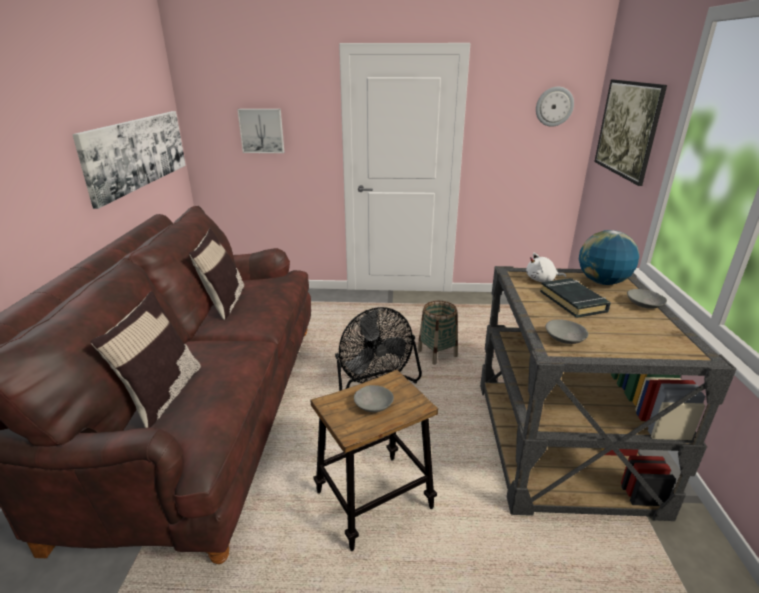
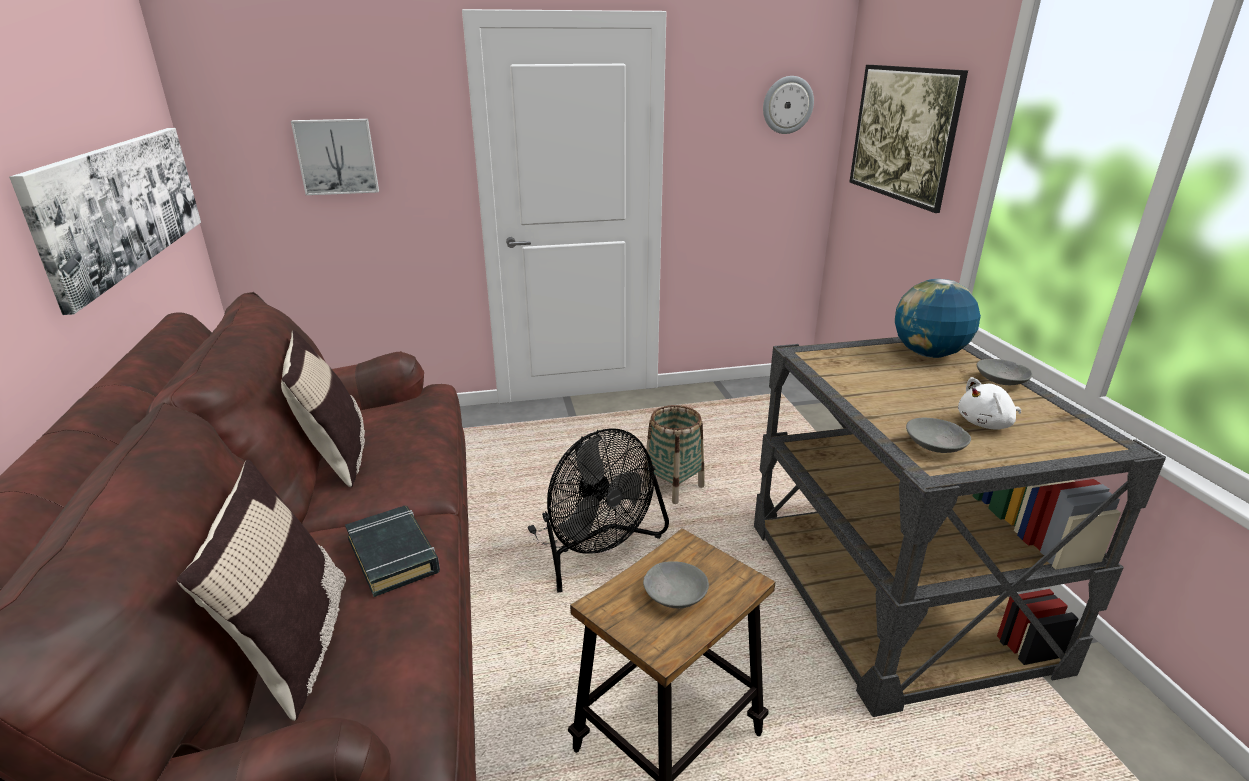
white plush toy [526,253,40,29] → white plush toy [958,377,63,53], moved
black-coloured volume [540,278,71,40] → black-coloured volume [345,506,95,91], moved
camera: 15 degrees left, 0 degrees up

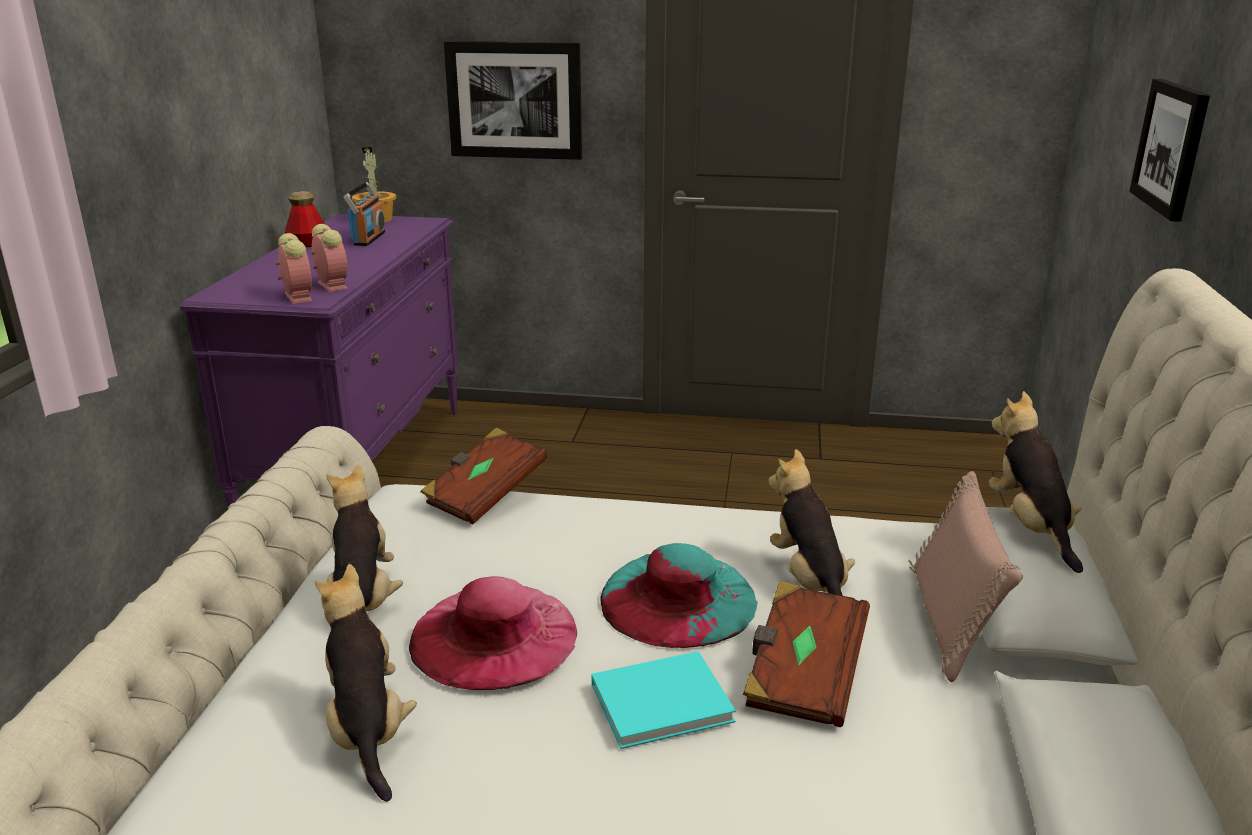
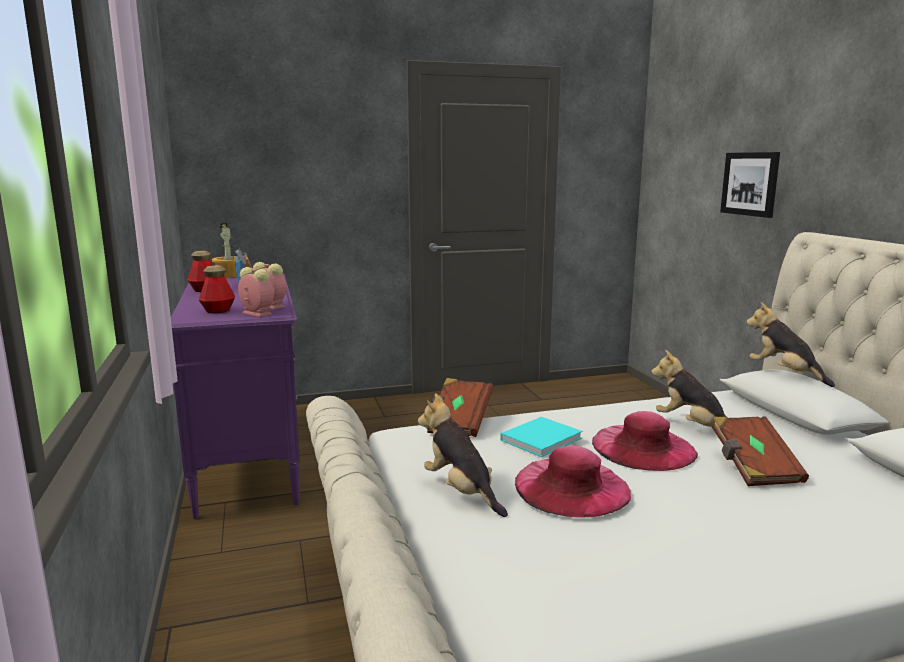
plush toy [315,564,102,238] → -
wall picture [444,41,138,119] → -
turquoise-coloured volume [592,651,144,98] → turquoise-coloured volume [500,417,82,40], moved
turquoise-coloured hat [601,543,157,105] → pink-coloured hat [592,411,106,60]
beige-coloured pillow [909,471,114,211] → -
- → bottle [199,265,36,48]
camera: 25 degrees left, 10 degrees down

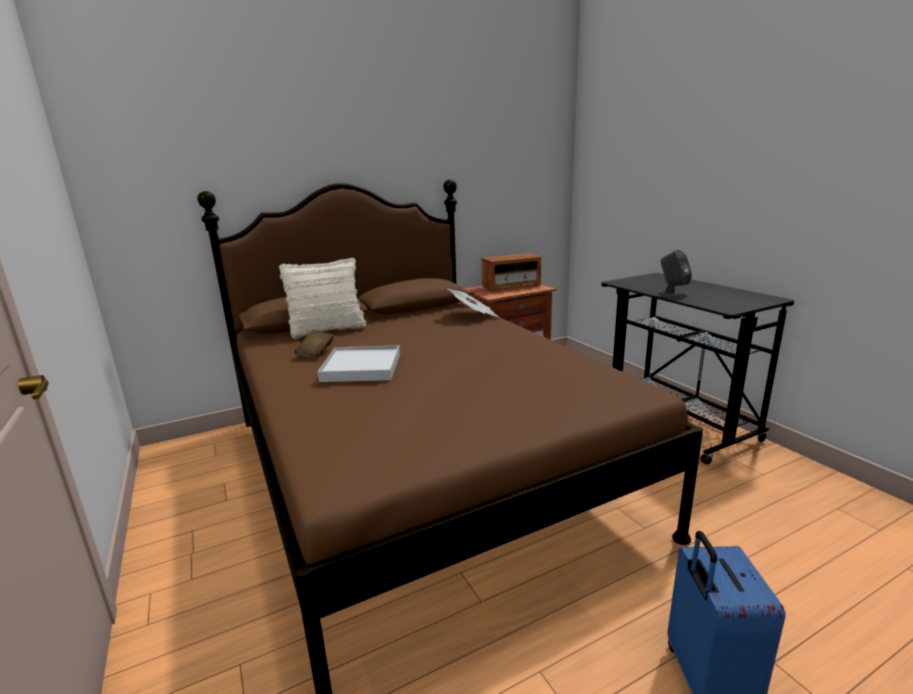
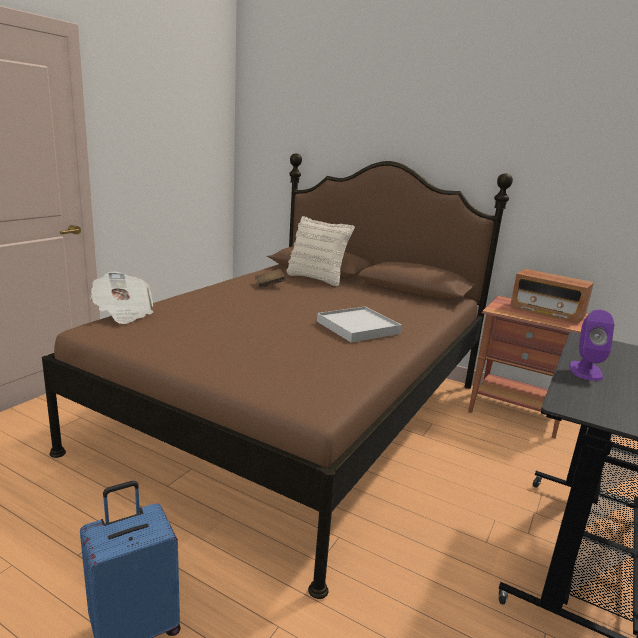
white carrying tray [318,346,82,36] → white carrying tray [317,306,85,36], moved
newspaper [447,289,52,28] → newspaper [90,271,63,53], moved
gray loudspeaker [658,250,34,48] → purple loudspeaker [569,310,45,71]
camera: 55 degrees right, 0 degrees up

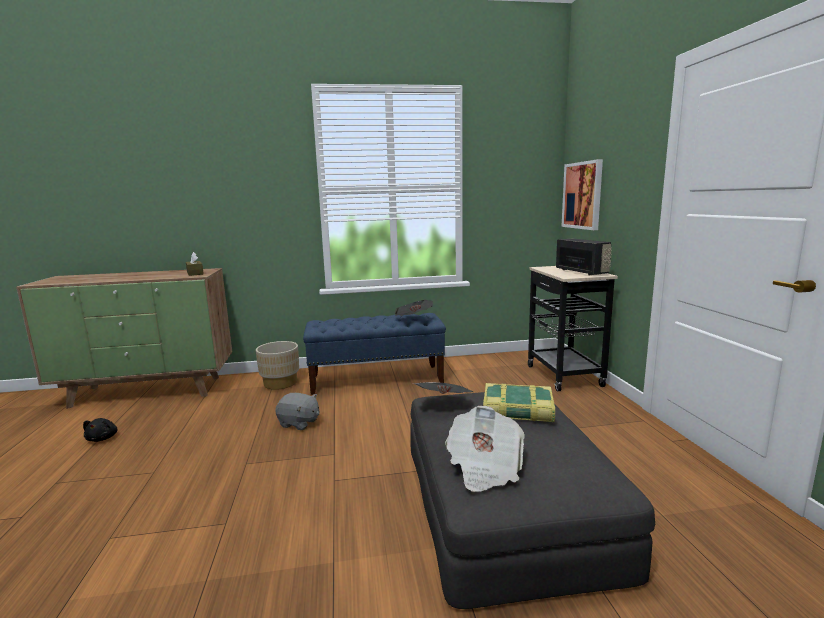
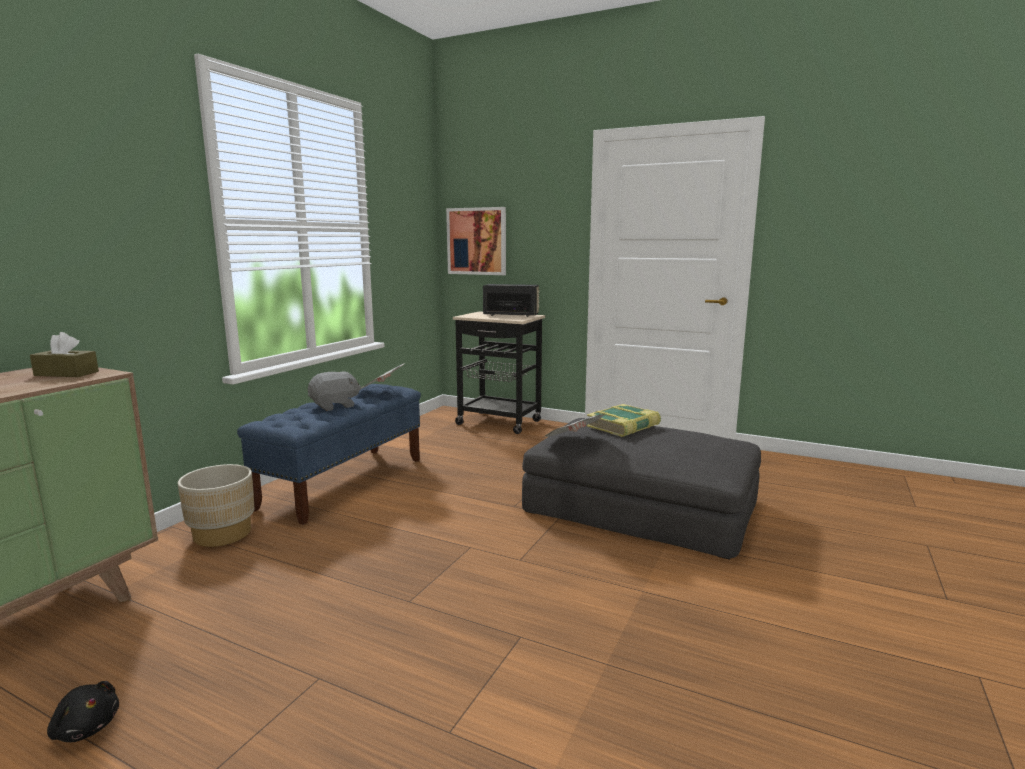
gray plush toy [275,393,44,37] → gray plush toy [308,371,53,40], moved
newspaper [445,406,80,86] → -
camera: 55 degrees left, 0 degrees up

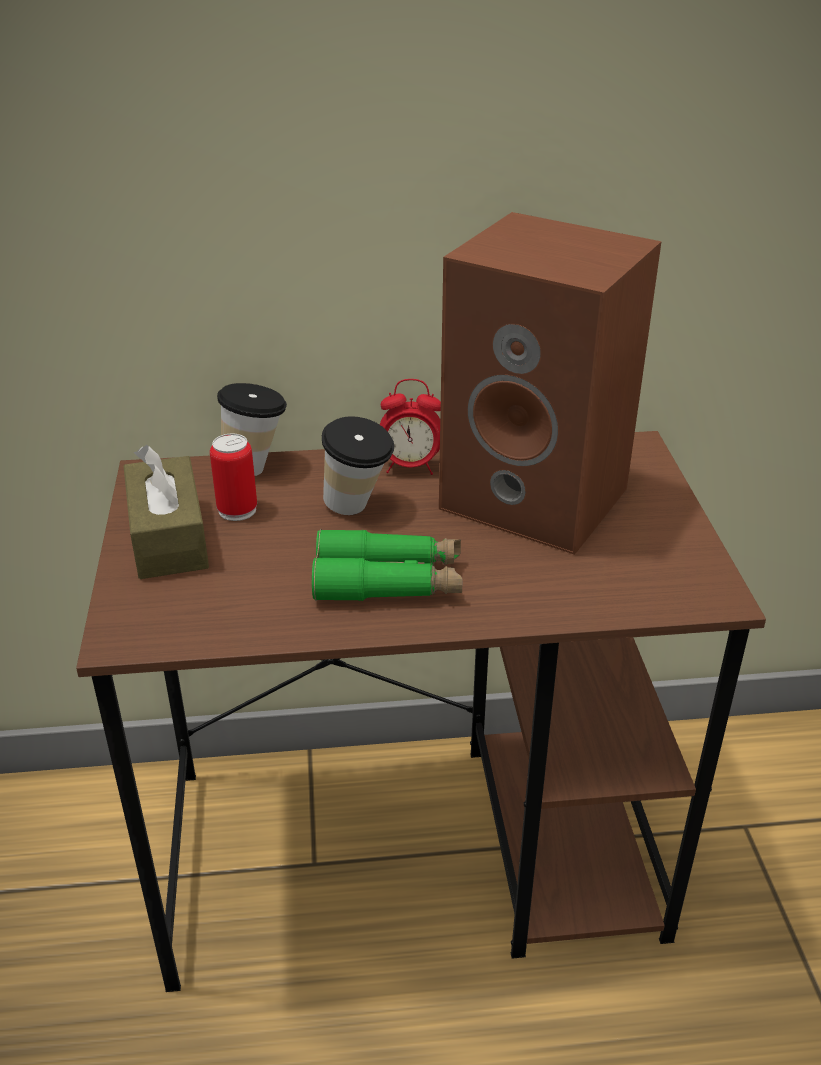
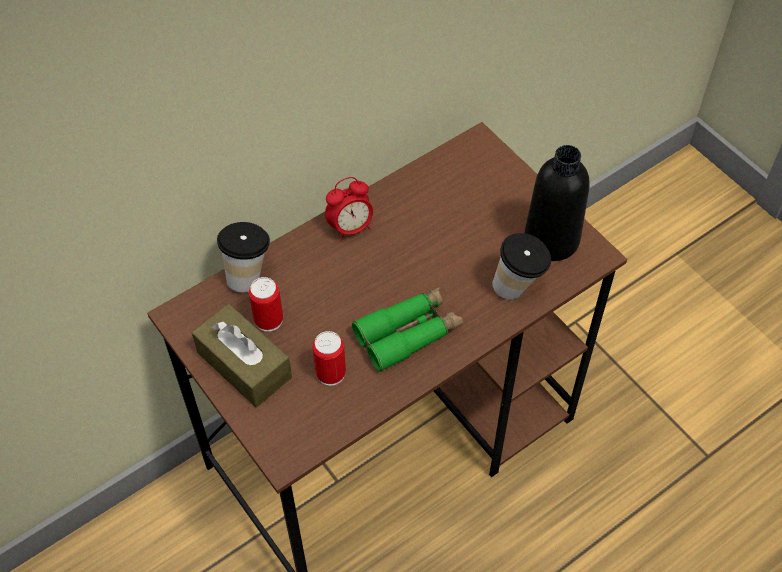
cup [322,416,72,99] → cup [492,233,59,67], moved
brown loudspeaker [439,212,223,343] → -
- → can [312,331,34,55]
- → black-coloured bottle [524,145,66,116]
camera: 30 degrees left, 20 degrees up

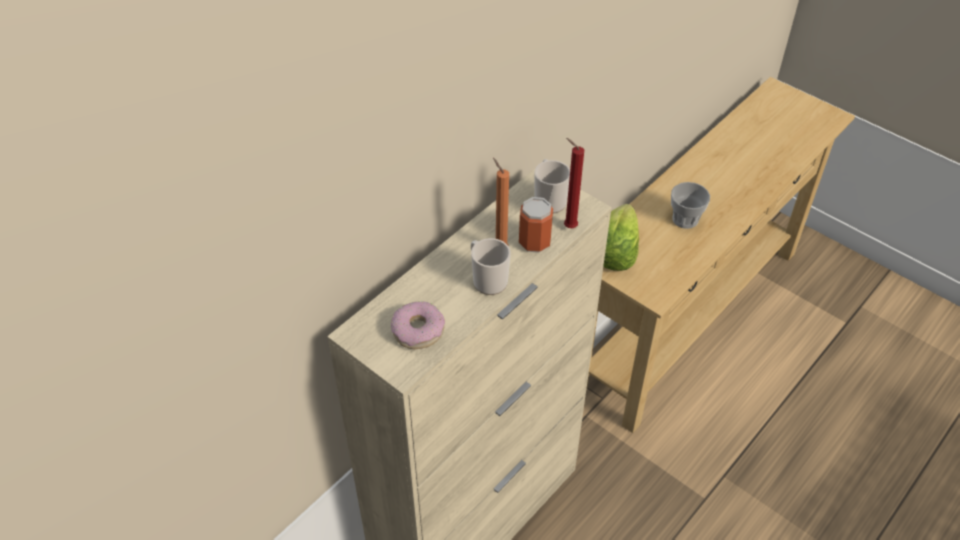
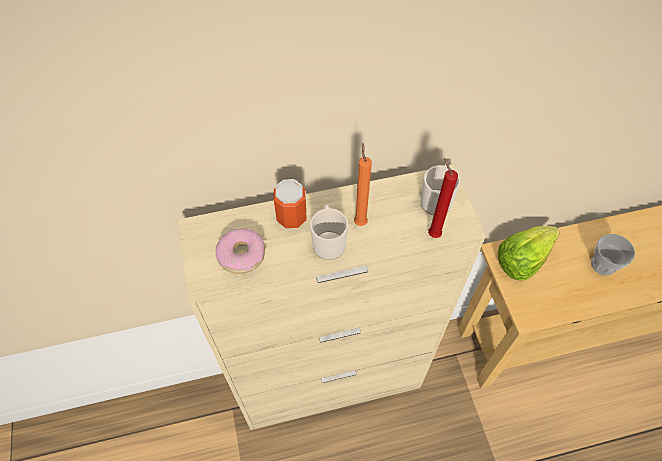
can [519,197,34,56] → can [274,179,32,49], moved
camera: 35 degrees right, 10 degrees up

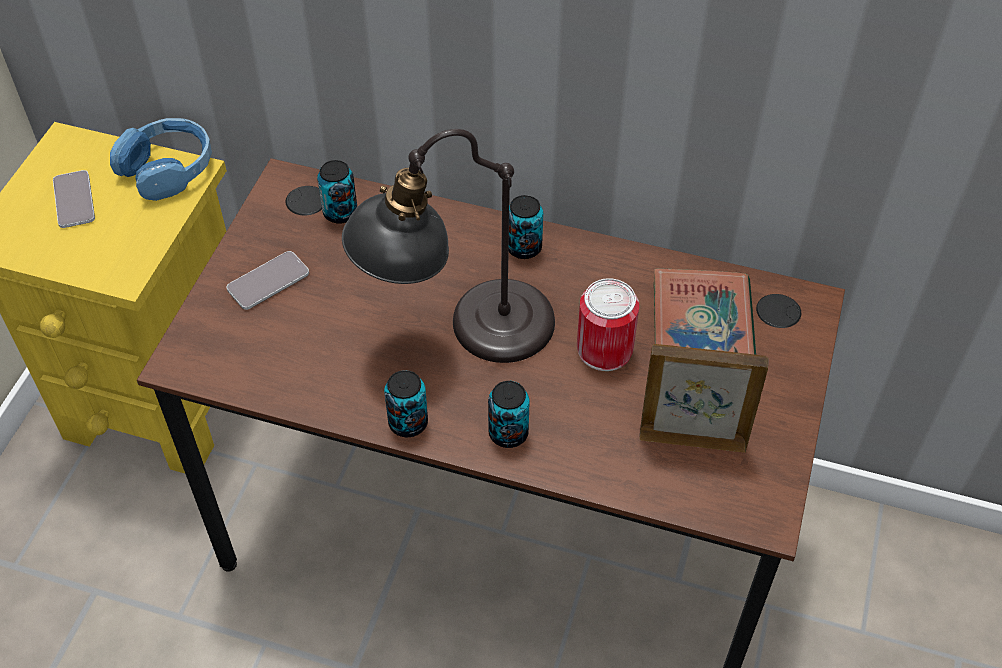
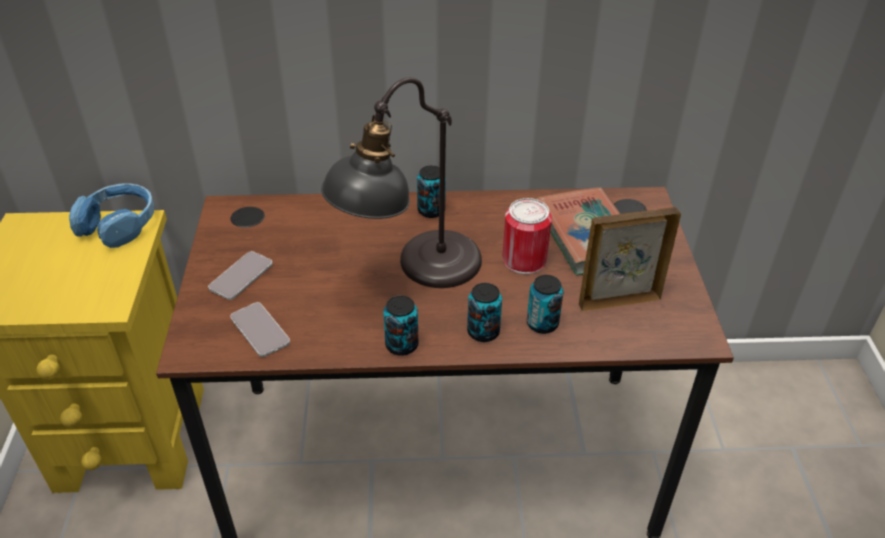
telephone [53,170,42,58] → telephone [230,302,60,55], moved
can [317,160,40,64] → can [527,275,36,59], moved
camera: 20 degrees left, 10 degrees down

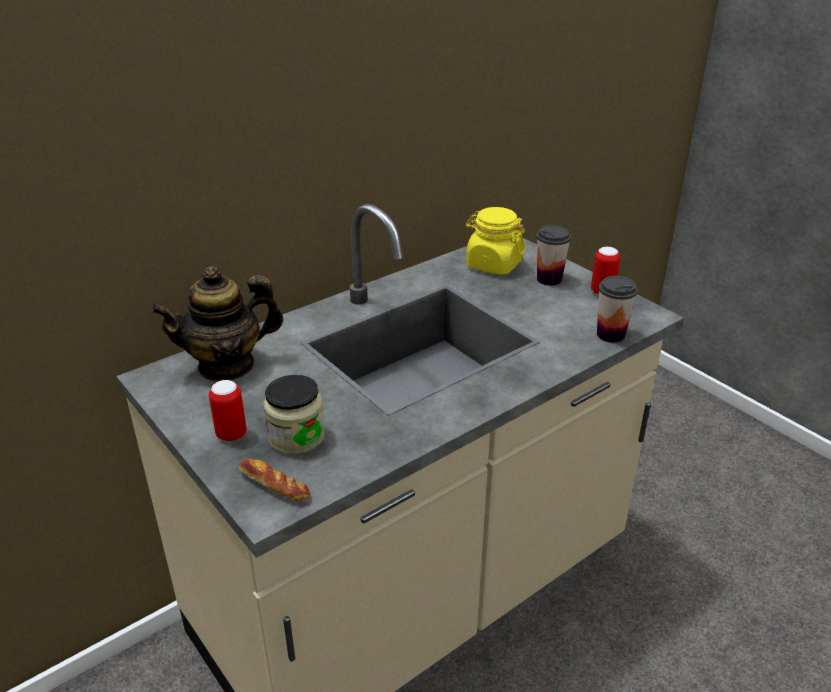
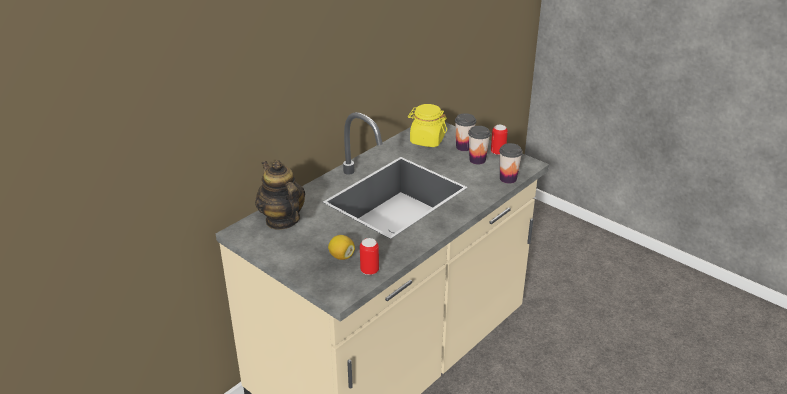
pot for tea [151,266,132,115] → pot for tea [255,160,50,70], 90 degrees clockwise
can [209,380,38,61] → can [360,238,19,37], moved
bakery bread [239,459,71,43] → -
storage jar [264,375,61,80] → citrus fruit [328,235,27,25]
- → cup [468,126,23,39]
camera: 10 degrees left, 0 degrees up

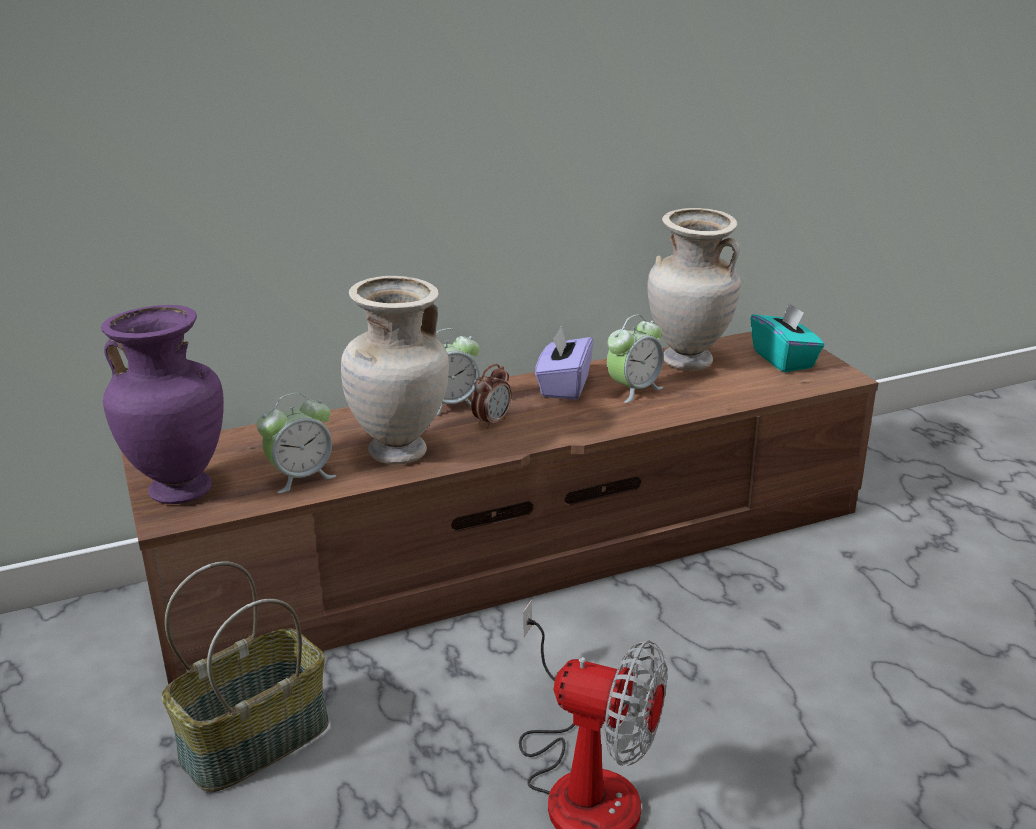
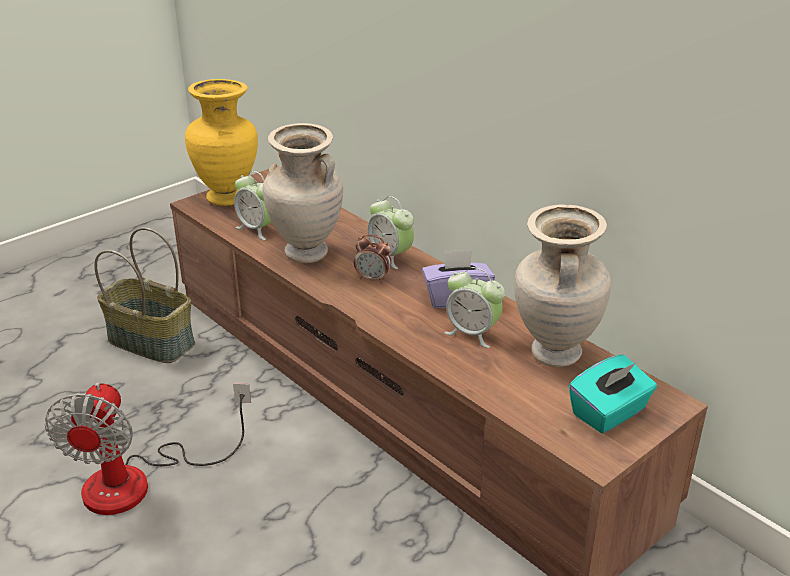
purple flower vase [101,305,123,199] → yellow-coloured flower vase [185,79,73,127]
camera: 70 degrees right, 5 degrees up

